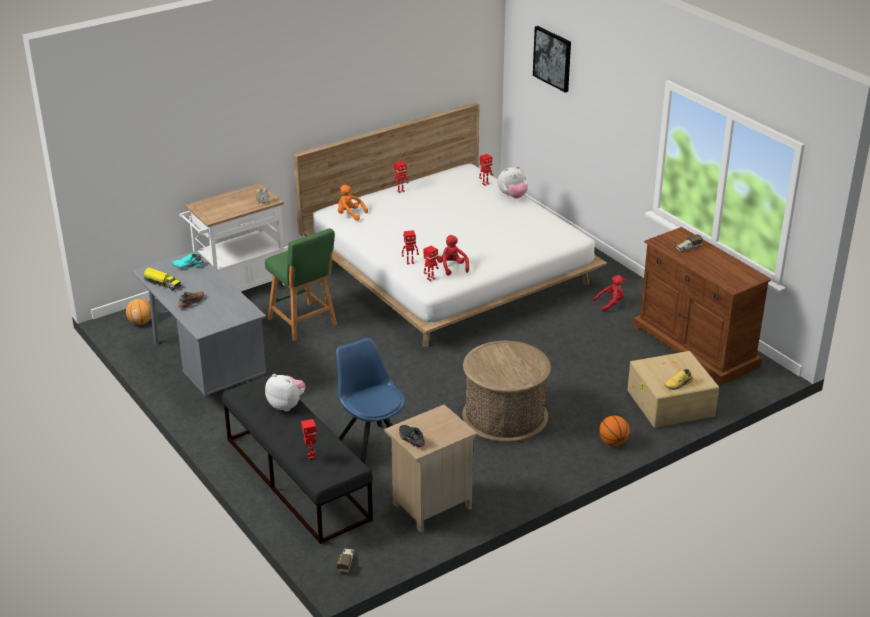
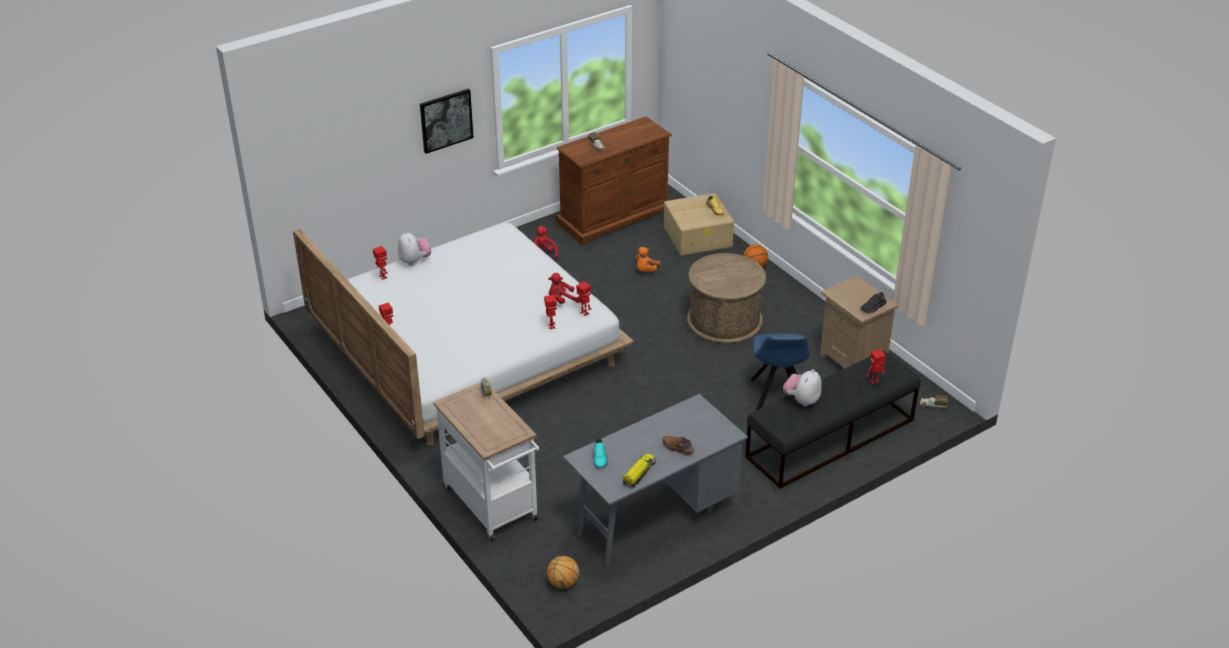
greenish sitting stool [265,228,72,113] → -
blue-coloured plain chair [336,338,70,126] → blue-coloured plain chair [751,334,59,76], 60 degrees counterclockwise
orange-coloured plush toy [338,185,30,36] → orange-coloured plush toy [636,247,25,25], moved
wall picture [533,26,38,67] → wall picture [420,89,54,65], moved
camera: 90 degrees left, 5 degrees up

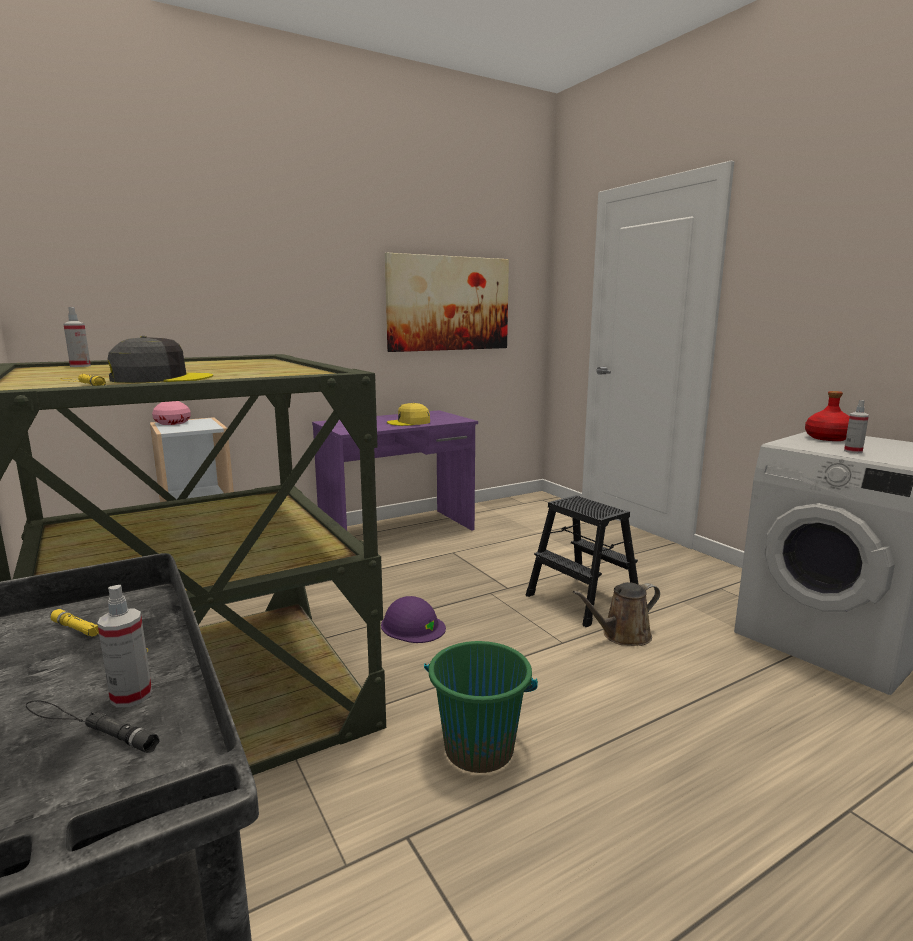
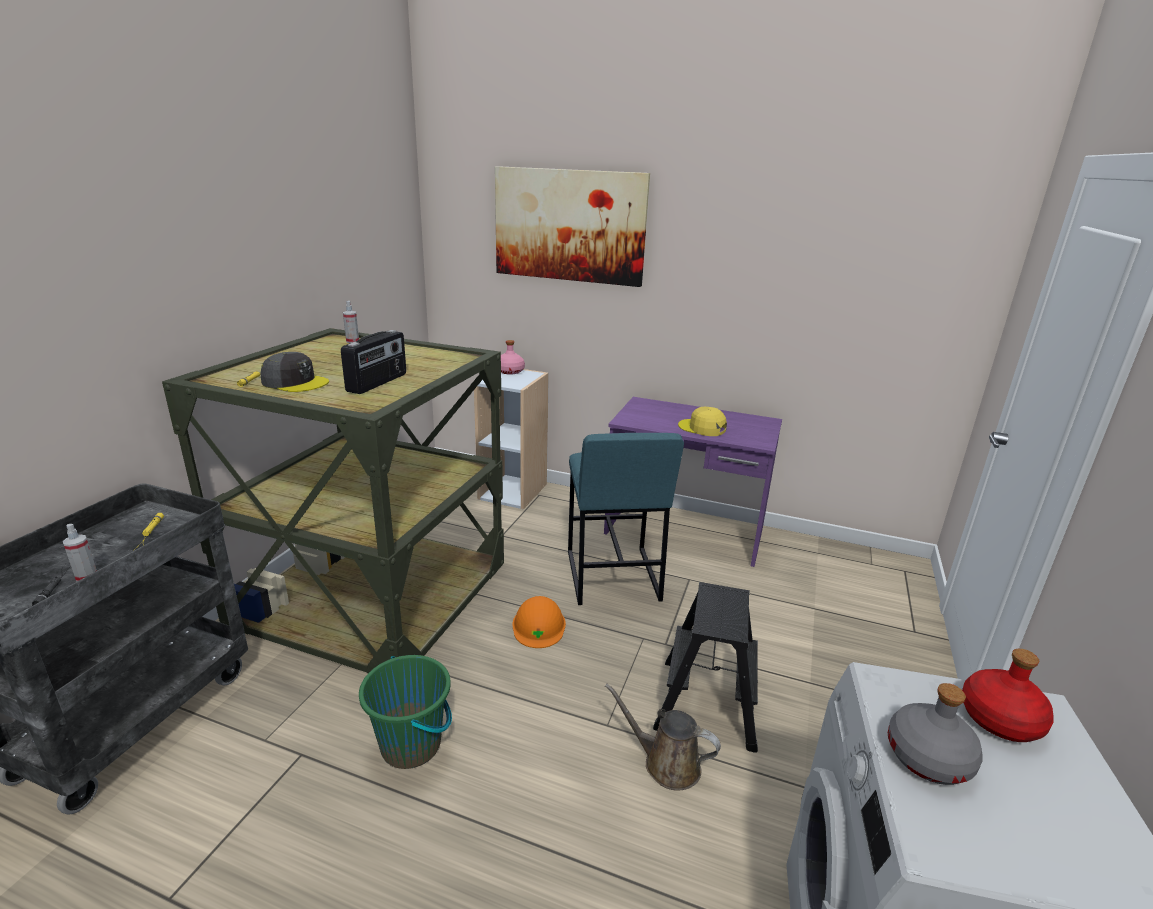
purple work helmet [381,596,65,47] → orange-coloured work helmet [512,596,54,52]
wall picture [385,253,124,99] → wall picture [495,166,155,121], moved
sprayer [844,400,25,53] → gray bottle [888,683,95,102]
- → radio set [341,330,65,64]
- → blue-coloured sitting stool [568,433,116,172]
camera: 50 degrees right, 10 degrees up

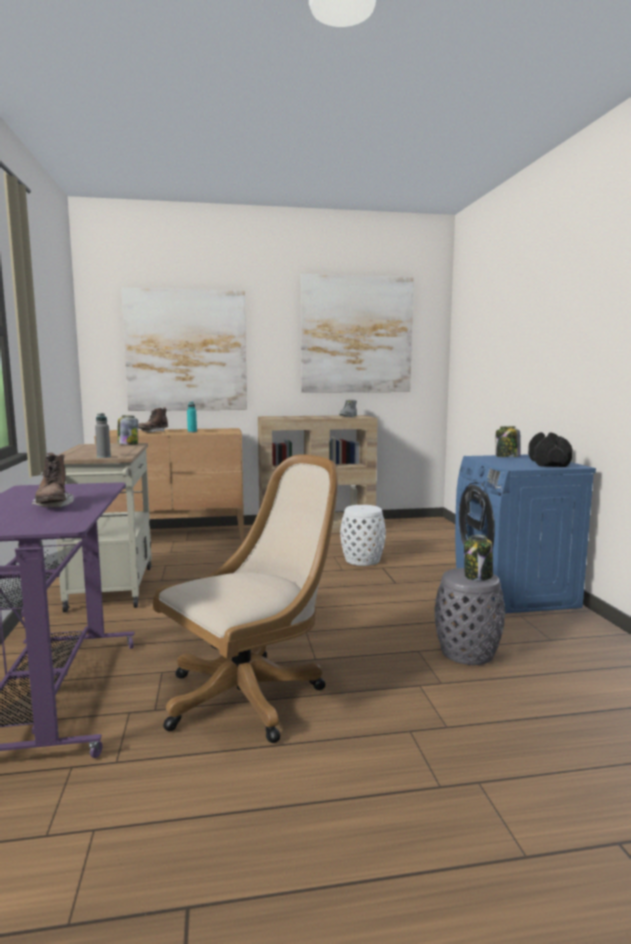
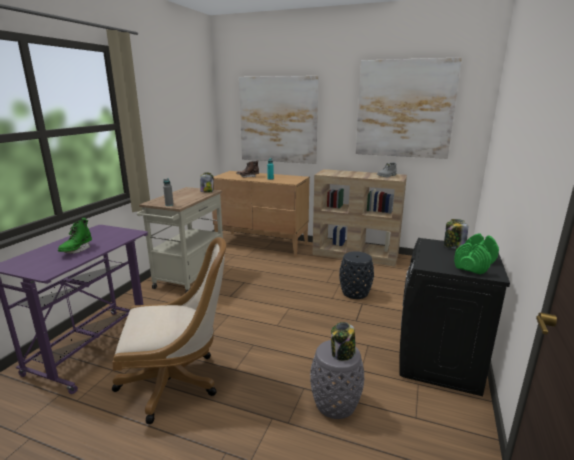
brown boot [32,453,42,54] → greenish boot [58,218,34,36]
white sitting stool [340,505,46,61] → black-coloured sitting stool [339,251,35,48]
blue-coloured washing machine [455,454,141,159] → black-coloured washing machine [399,238,111,158]
black-coloured dumbbell [528,432,45,35] → greenish dumbbell [454,233,45,42]
camera: 30 degrees right, 10 degrees up

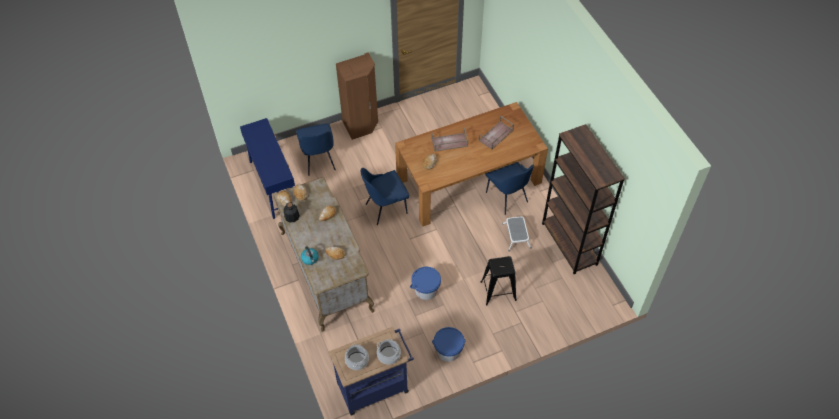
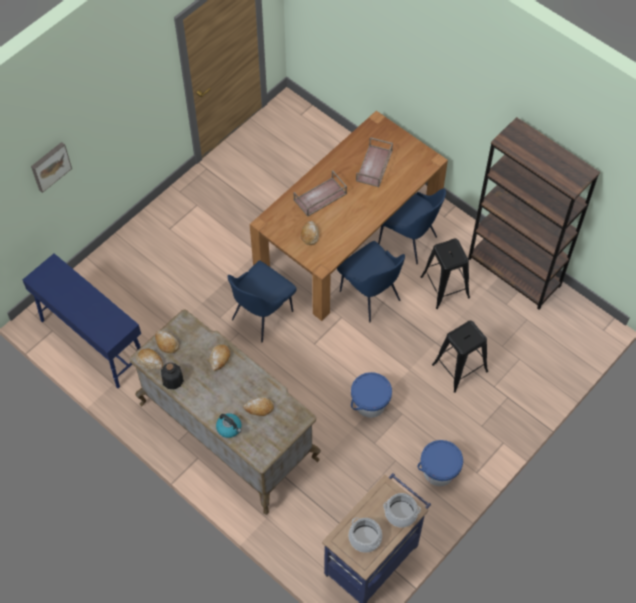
blue-coloured plain chair [296,123,40,53] → blue-coloured plain chair [337,241,68,81], moved
brown cupboard [336,53,42,87] → -
gray stepladder [502,217,30,35] → black-coloured sitting stool [421,239,49,70]
- → wall picture [31,142,41,51]
camera: 25 degrees left, 5 degrees up

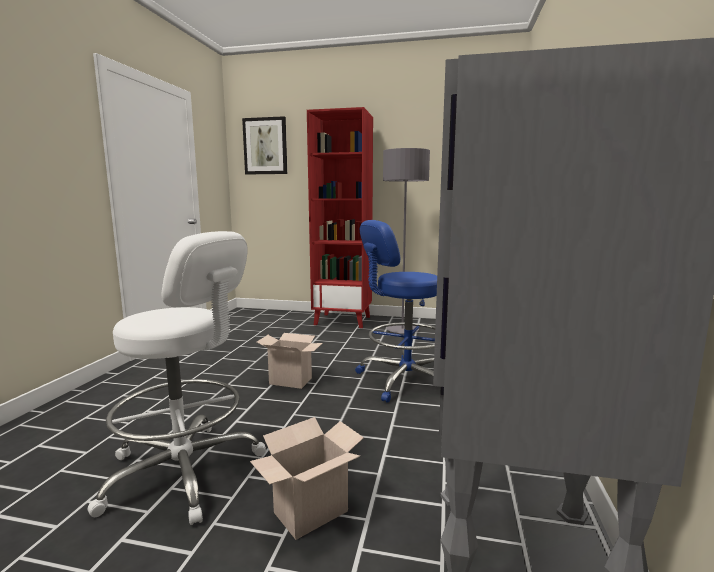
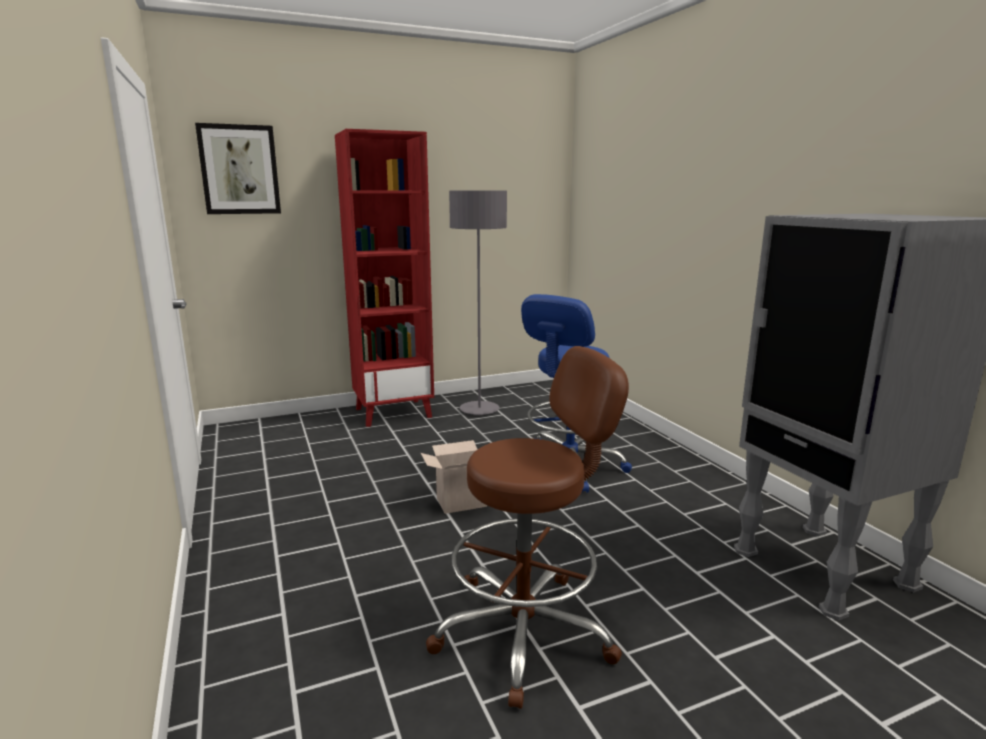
white sitting stool [88,231,178,294] → brown sitting stool [426,346,203,363]
carton [250,417,114,123] → -
camera: 35 degrees left, 5 degrees up

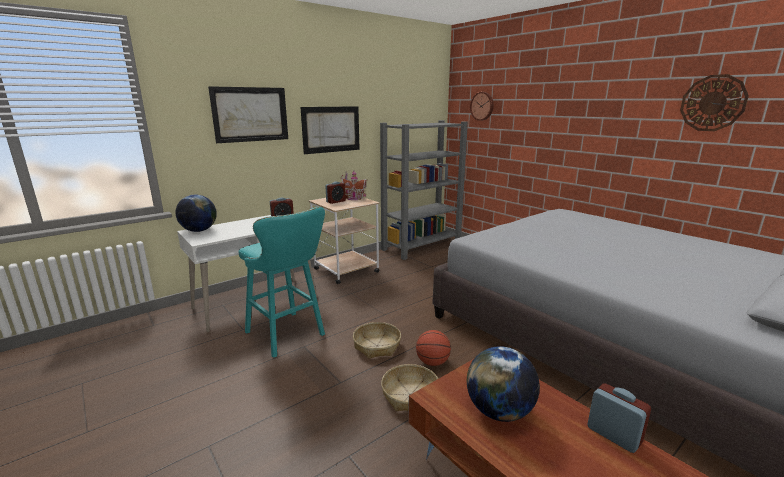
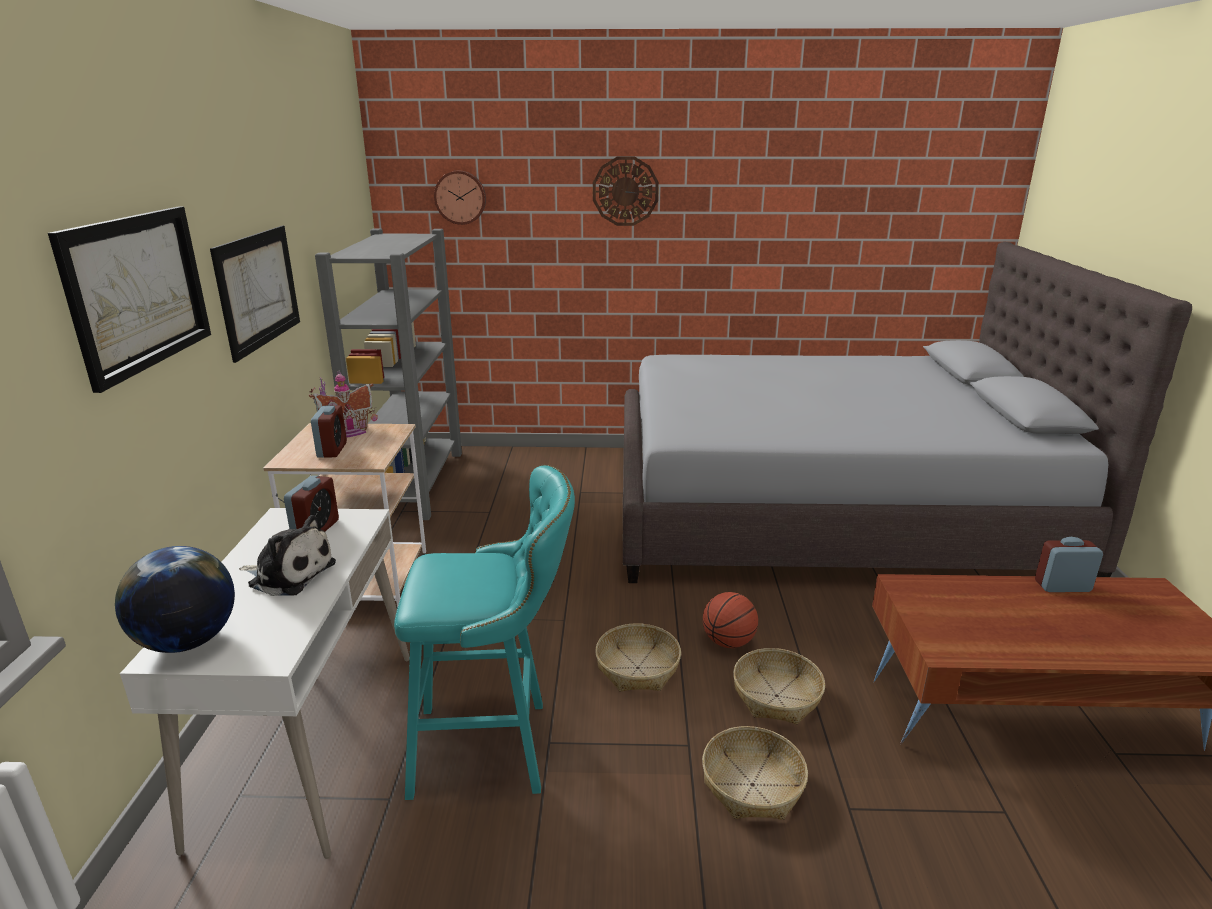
world globe [467,346,73,76] → -
clock on the wall [680,74,69,57] → clock on the wall [593,157,66,69], moved
- → plush toy [239,515,97,81]
- → household basket [702,726,106,94]
camera: 50 degrees left, 5 degrees up

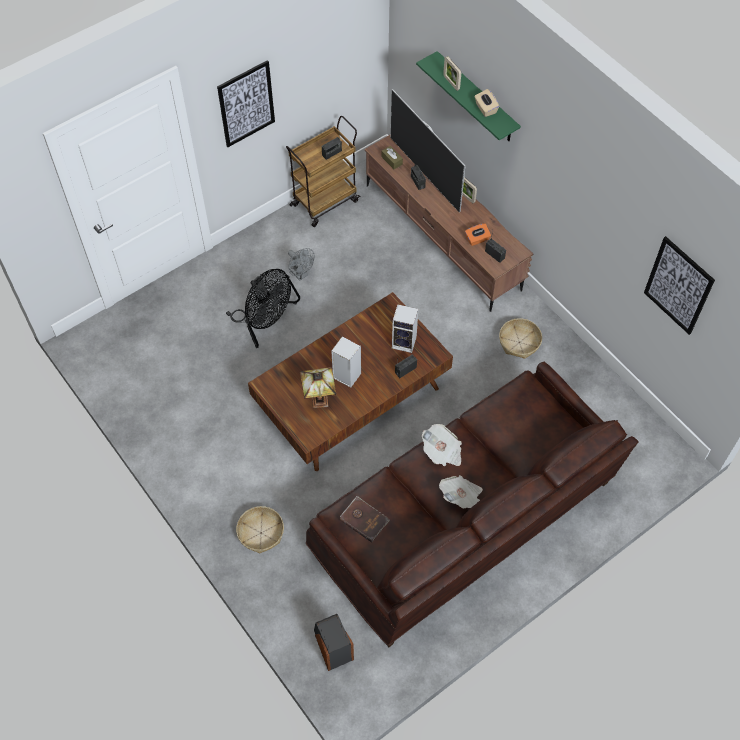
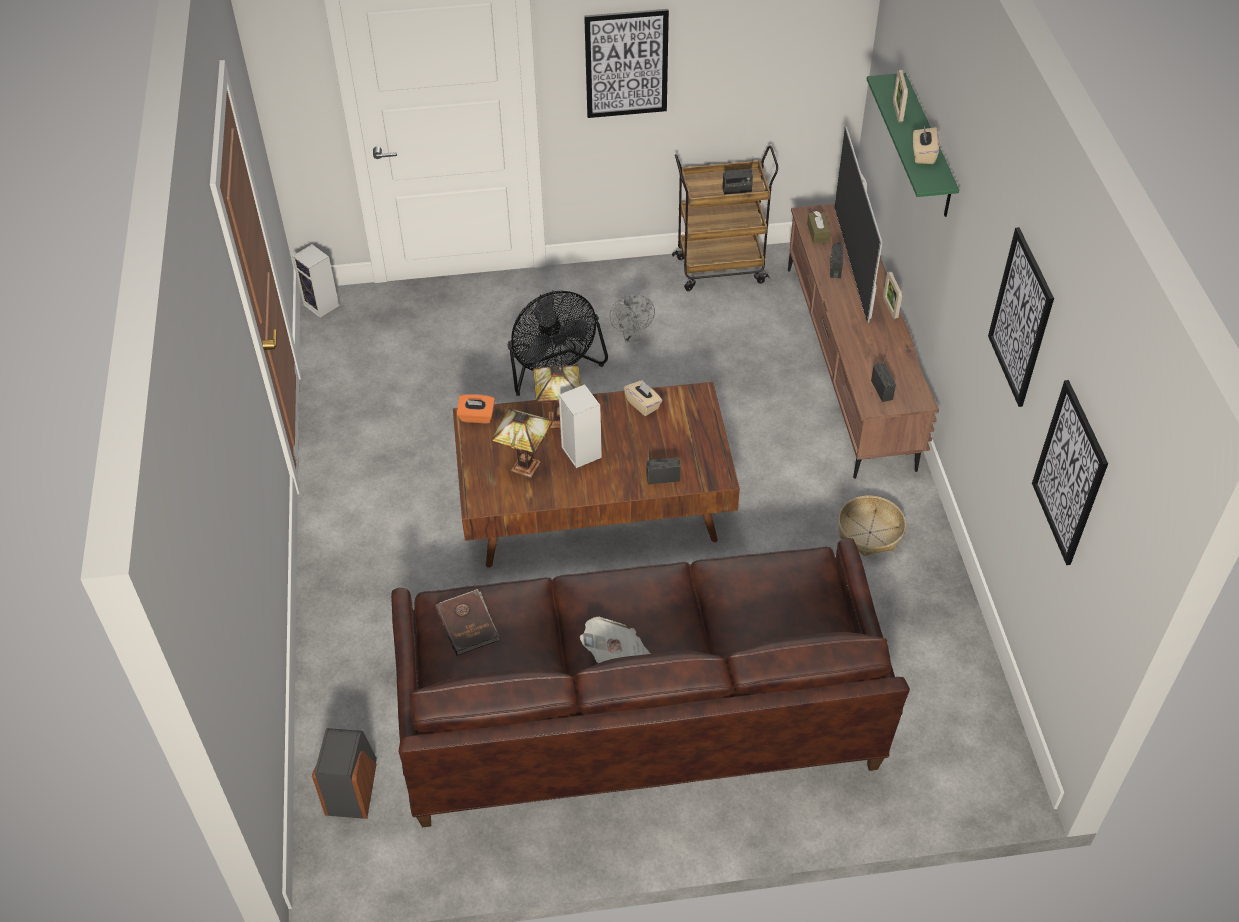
household basket [236,506,48,47] → -
loudspeaker [392,305,26,48] → loudspeaker [292,244,47,74], moved
newspaper [422,424,40,42] → -
orange-coloured box of tissues [465,224,26,22] → orange-coloured box of tissues [457,394,38,29], moved
- → lamp for a table [533,364,48,65]
- → beige-coloured box of tissues [624,380,39,36]
- → wall picture [988,227,66,180]
camera: 30 degrees right, 10 degrees down

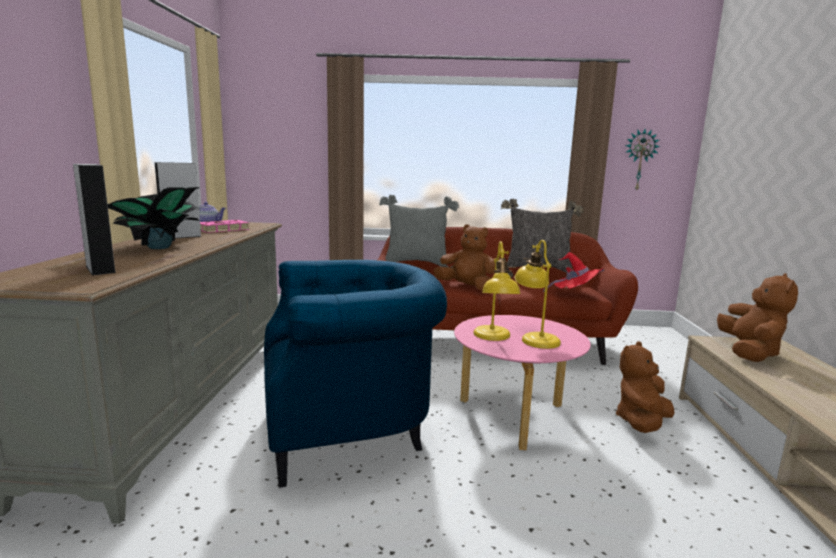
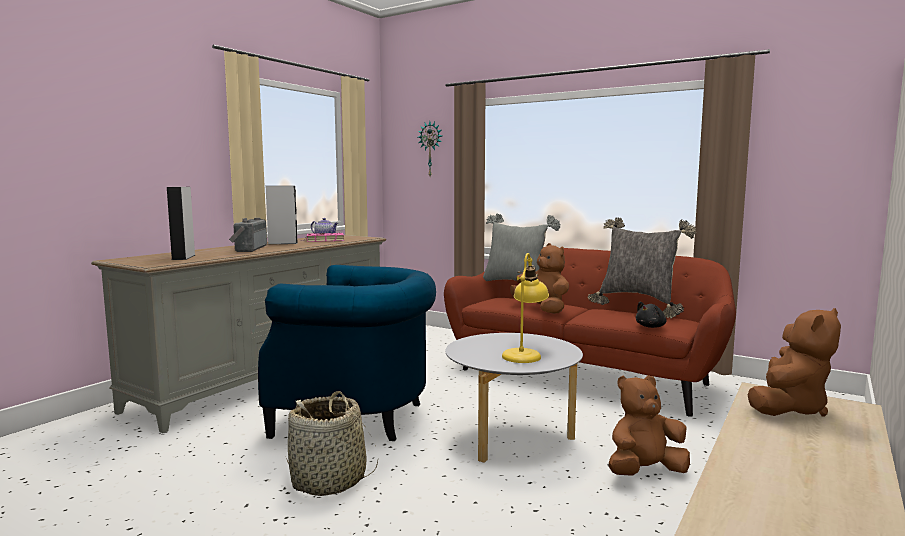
plant in a pot [107,187,93,62] → radio set [229,218,38,34]
pink-coloured low table [454,315,137,135] → gray low table [445,333,138,130]
yellow-coloured lamp for a table [474,241,47,100] → -
red-coloured hat [543,252,61,40] → black-coloured plush toy [636,302,30,26]
clock on the wall [625,129,35,63] → clock on the wall [418,122,24,54], moved
- → household basket [286,391,92,105]
camera: 30 degrees right, 5 degrees down

